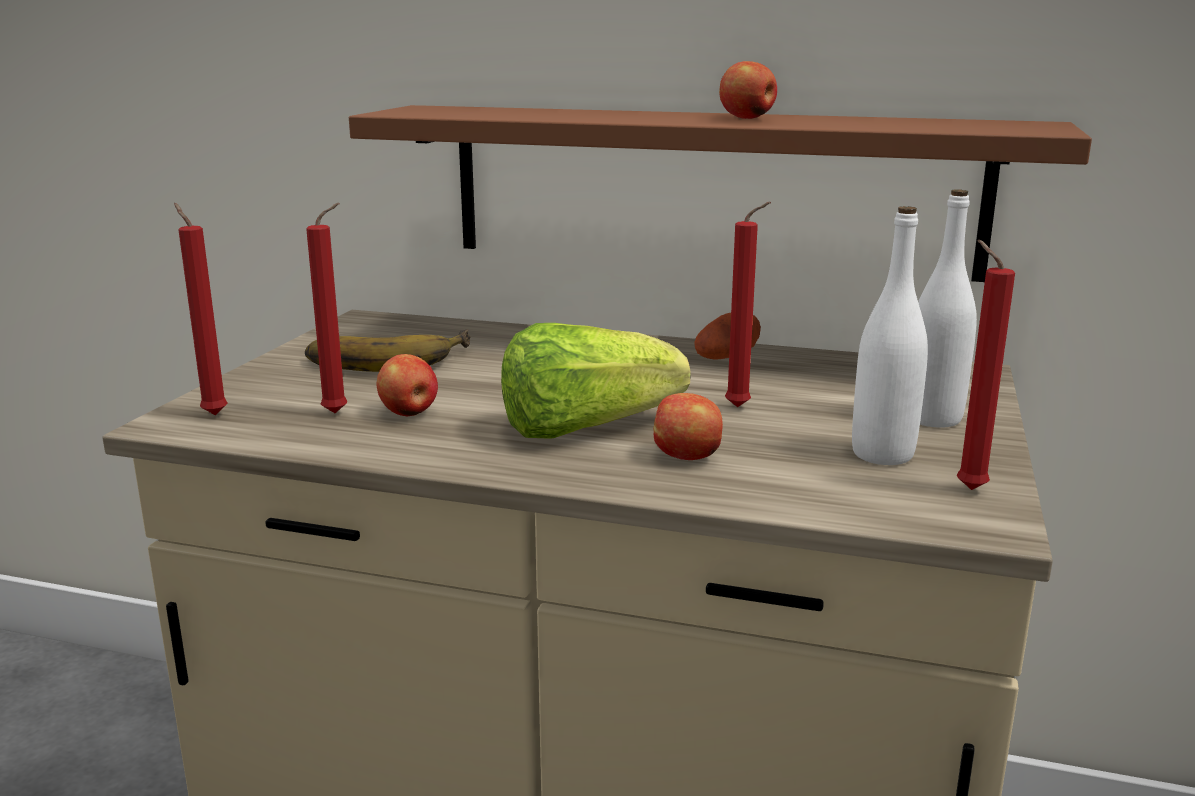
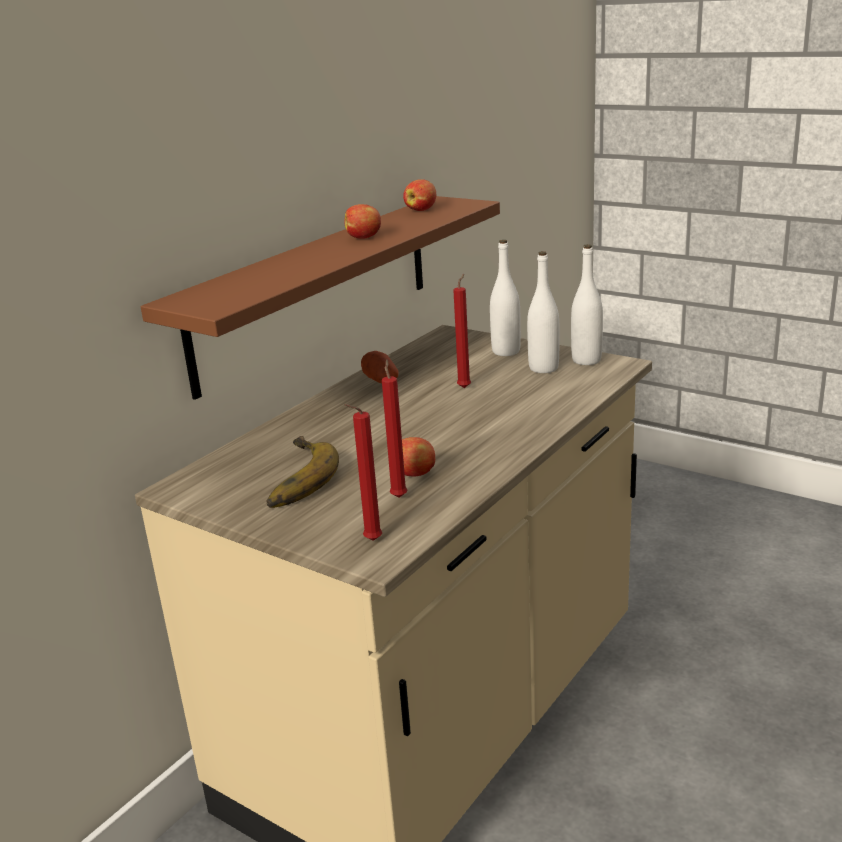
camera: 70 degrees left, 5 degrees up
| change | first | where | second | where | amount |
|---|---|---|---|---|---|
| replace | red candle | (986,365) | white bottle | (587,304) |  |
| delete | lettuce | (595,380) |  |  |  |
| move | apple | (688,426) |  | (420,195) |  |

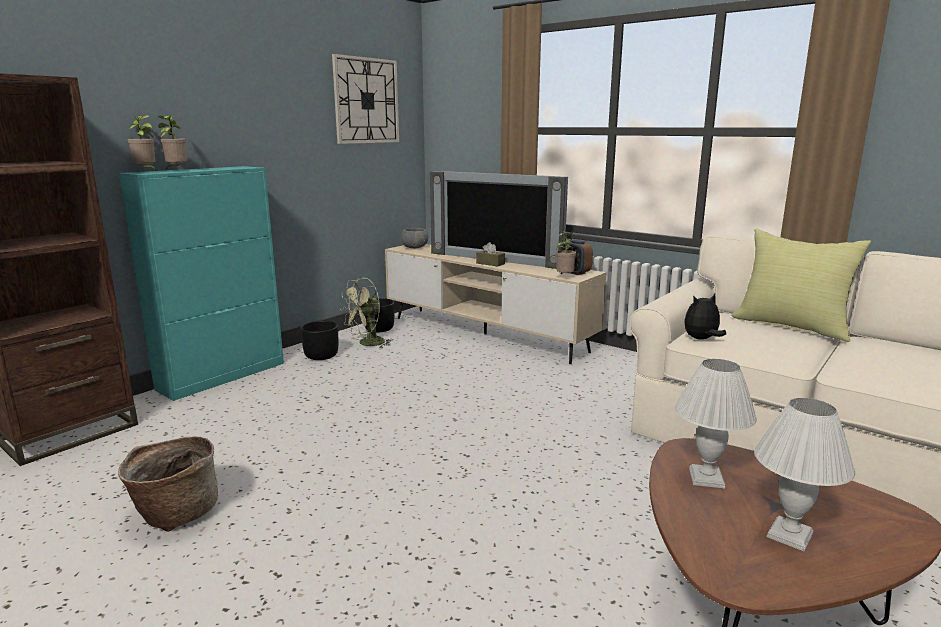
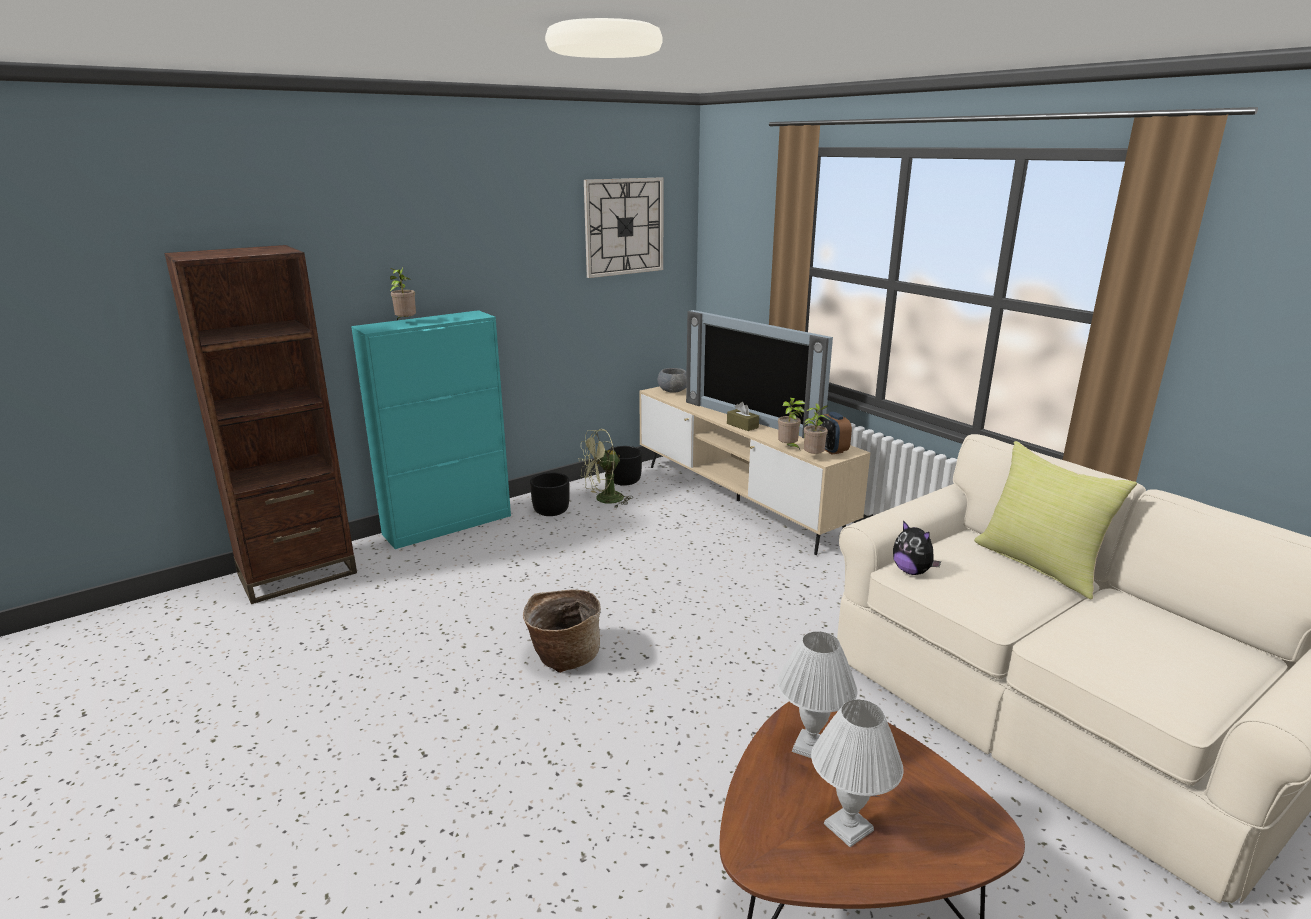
camera: 15 degrees right, 5 degrees up
| change | first | where | second | where | amount |
|---|---|---|---|---|---|
| move | potted plant | (142,142) |  | (791,423) |  |
| rotate | plush toy | (705,317) |  | (917,547) | 120 degrees counterclockwise |
| move | basket | (168,484) |  | (562,631) |  |

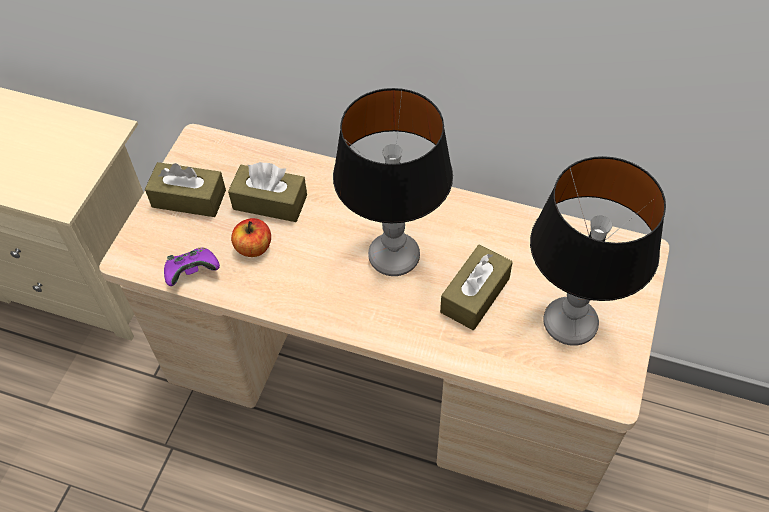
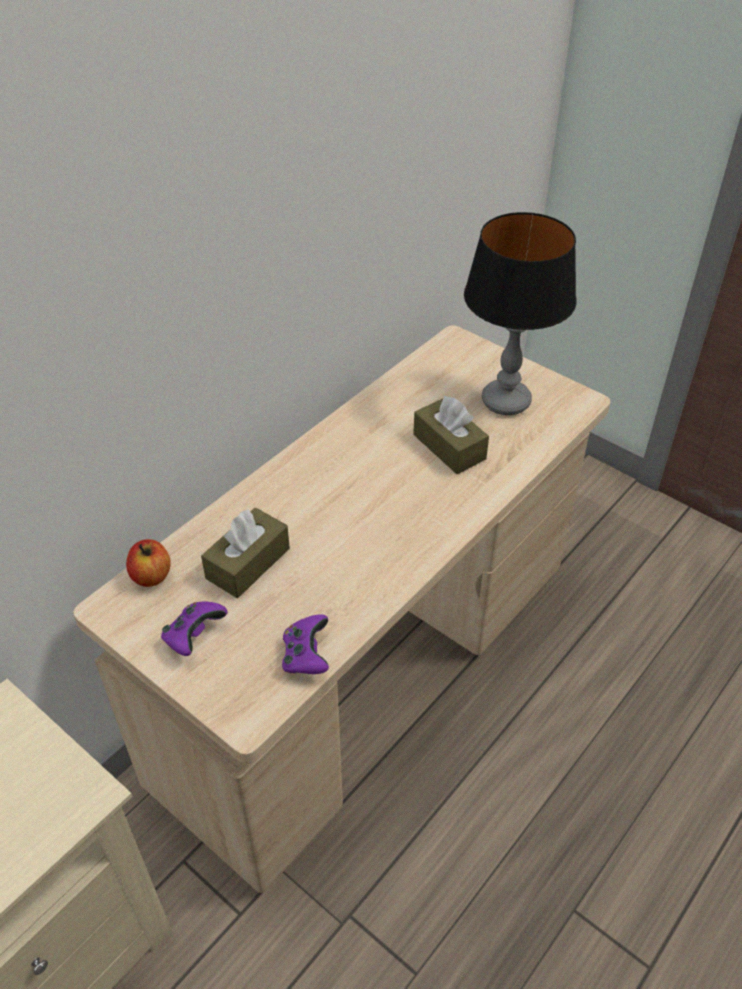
camera: 70 degrees left, 10 degrees down
| change | first | where | second | where | amount |
|---|---|---|---|---|---|
| delete | table lamp | (393,182) |  |  |  |
| replace | brown tissue box | (185,189) | purple game controller | (194,629) |  |
| move | apple | (251,237) |  | (148,563) |  |

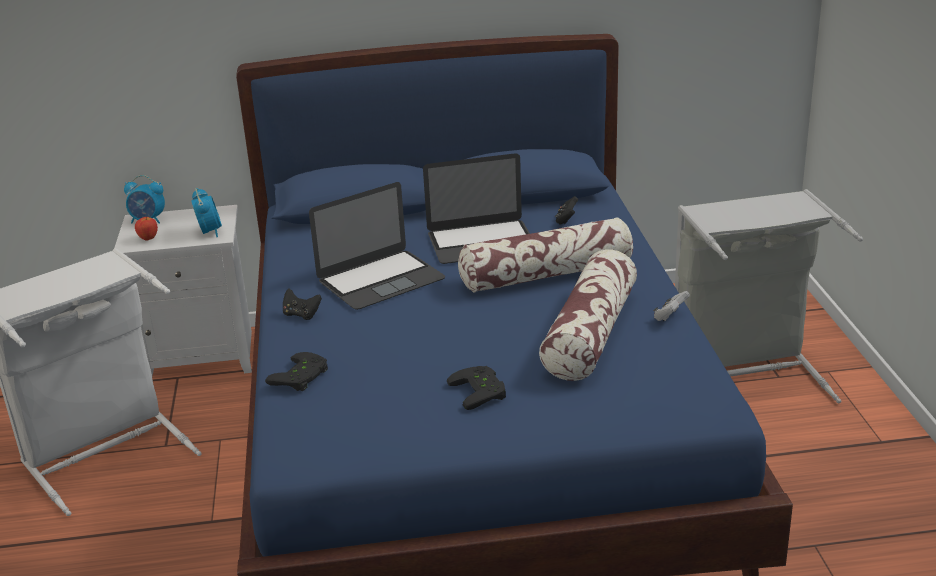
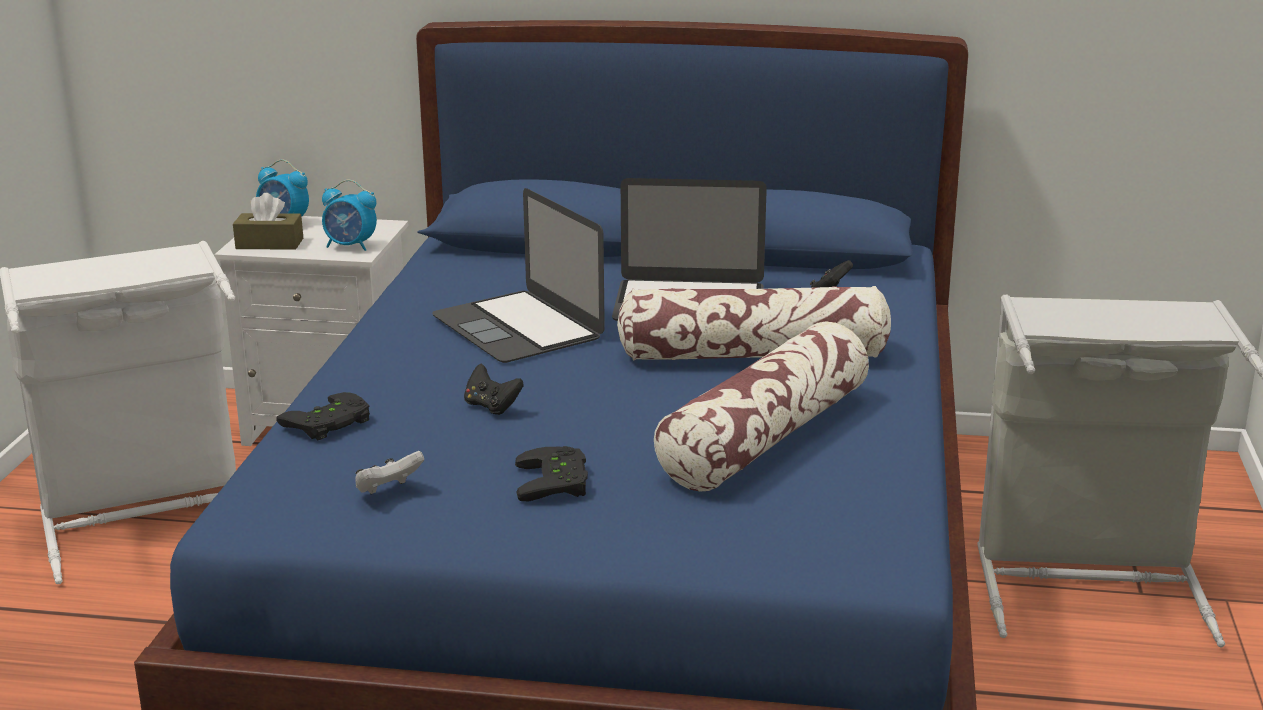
camera: 15 degrees right, 5 degrees down
| change | first | where | second | where | amount |
|---|---|---|---|---|---|
| rotate | laptop | (377,246) |  | (518,275) | 75 degrees clockwise |
| rotate | alarm clock | (206,212) |  | (349,215) | 105 degrees clockwise |
| replace | apple | (146,229) | brown tissue box | (268,221) |  |
| move | black game controller | (302,304) |  | (494,389) |  |
| move | white game controller | (672,306) |  | (389,472) |  |

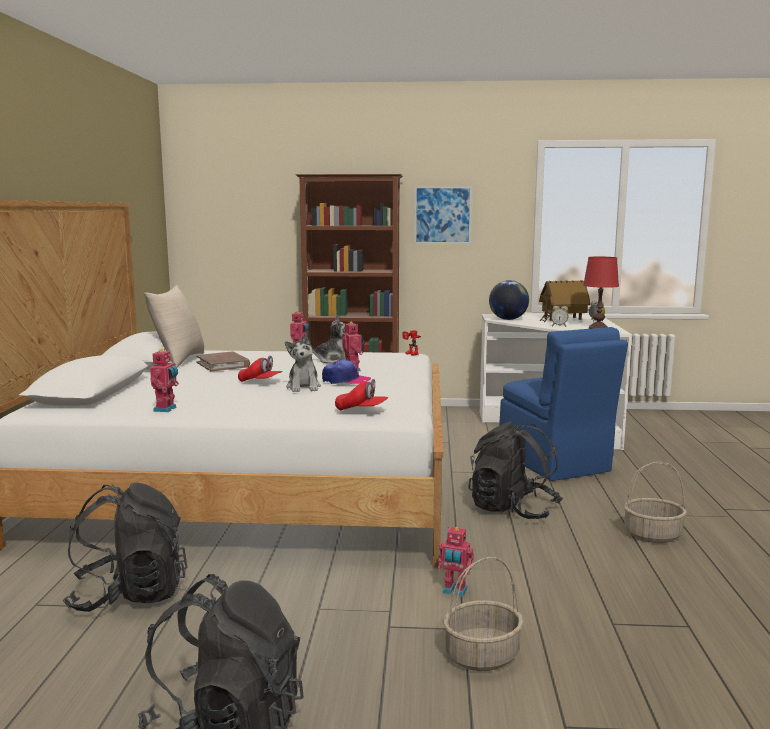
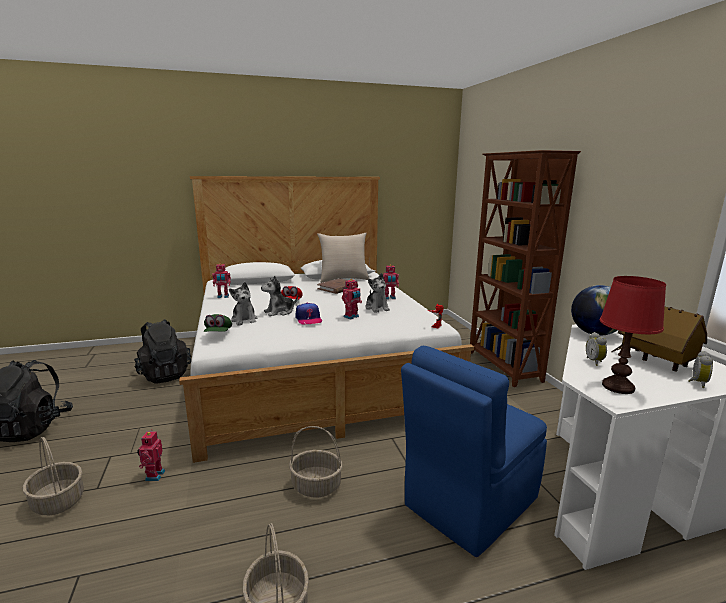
camera: 70 degrees right, 5 degrees up
| change | first | where | second | where | amount |
|---|---|---|---|---|---|
| delete | picture | (443,215) |  |  |  |
| recolor | red cap | (361,394) | green cap | (218,323) |  |
| replace | black backpack | (515,470) | basket | (316,462) |  |
| insert |  |  | plush toy | (243,304) |  |

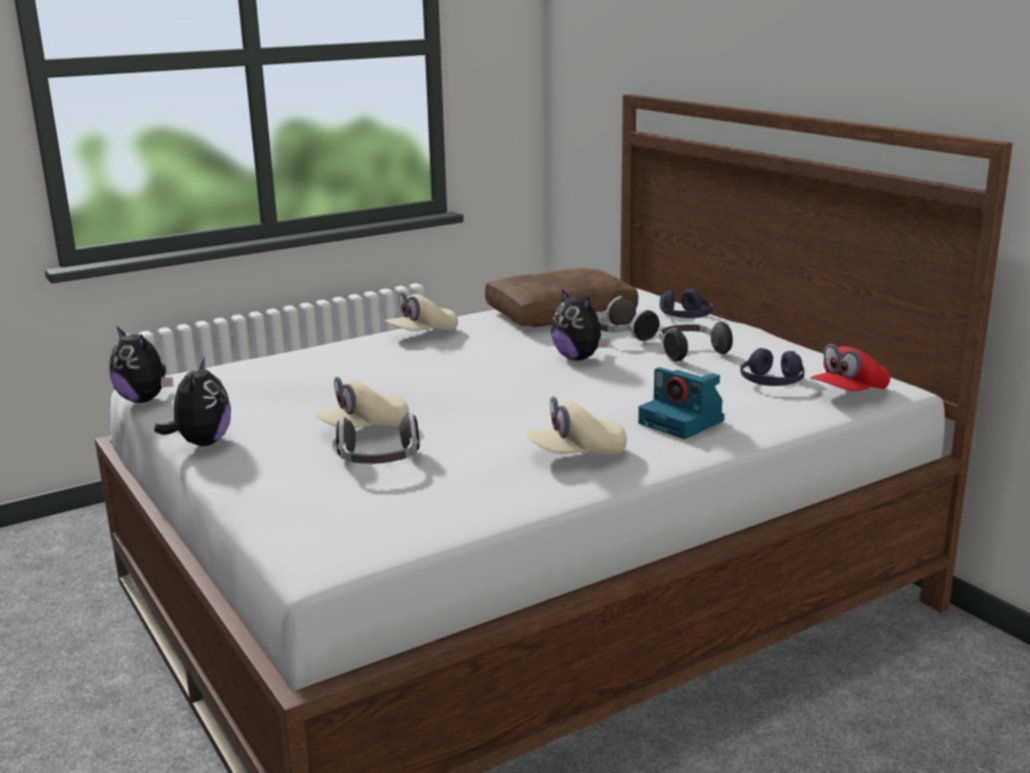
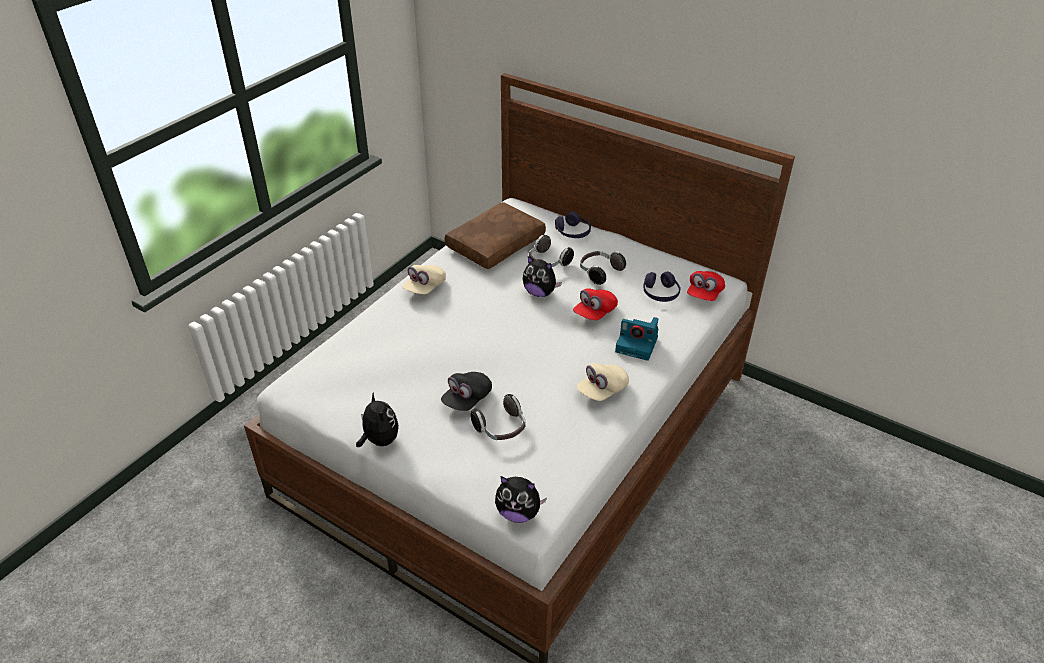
camera: 25 degrees left, 20 degrees up
| change | first | where | second | where | amount |
|---|---|---|---|---|---|
| move | plush toy | (141,365) |  | (521,499) |  |
| recolor | beige cap | (361,402) | black cap | (466,391) |  |
| insert |  |  | red cap | (595,304) |  |

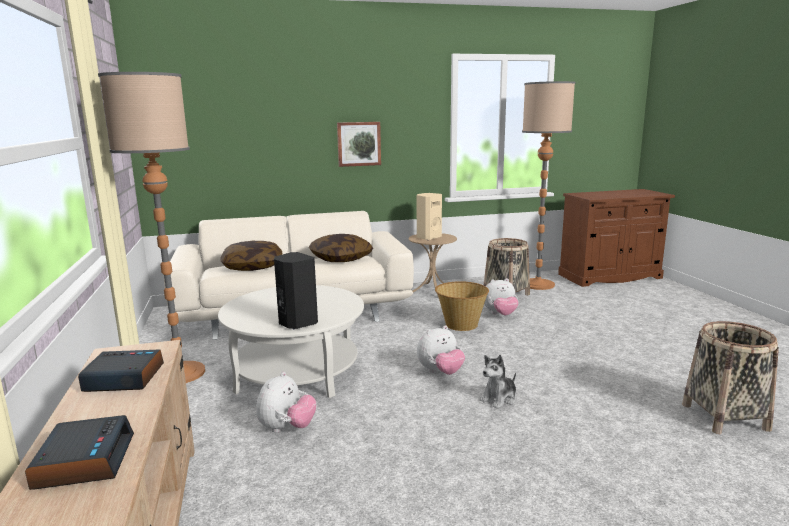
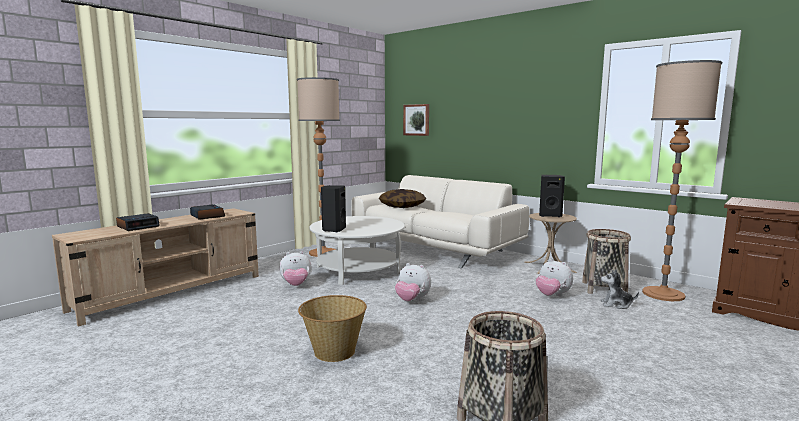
camera: 55 degrees right, 5 degrees down
| change | first | where | second | where | amount |
|---|---|---|---|---|---|
| move | picture | (359,144) |  | (416,120) |  |
| recolor | beige speaker | (429,216) | black speaker | (552,196) |  |
| delete | pillow | (341,248) |  |  |  |
| move | basket | (462,306) |  | (332,328) |  |
| move | plush toy | (498,382) |  | (620,289) |  |

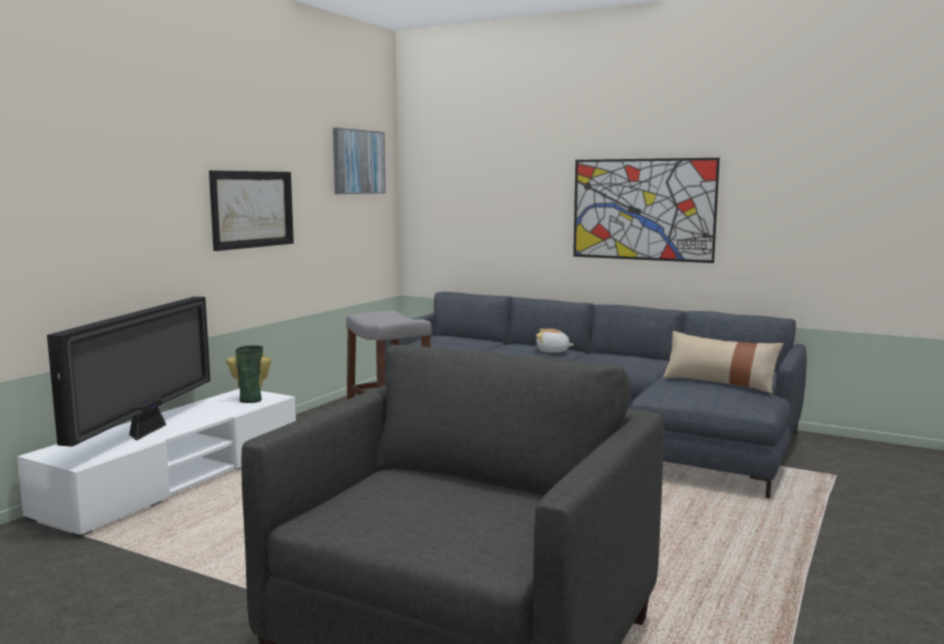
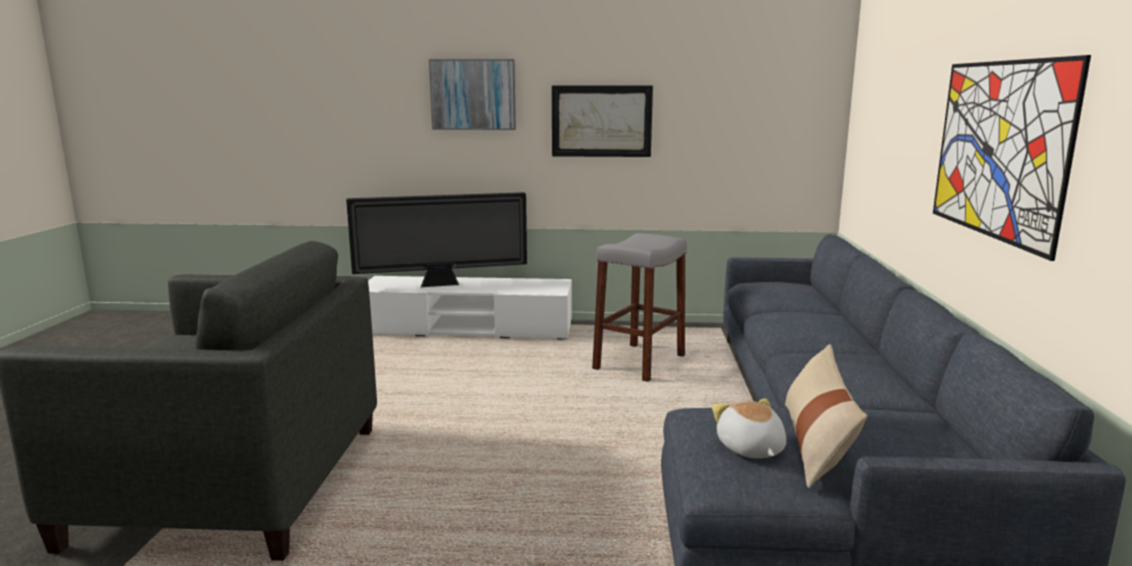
camera: 65 degrees right, 5 degrees up
| change | first | where | second | where | amount |
|---|---|---|---|---|---|
| move | picture | (359,161) |  | (472,94) |  |
| move | plush toy | (555,340) |  | (749,428) |  |
| delete | vase | (248,374) |  |  |  |

